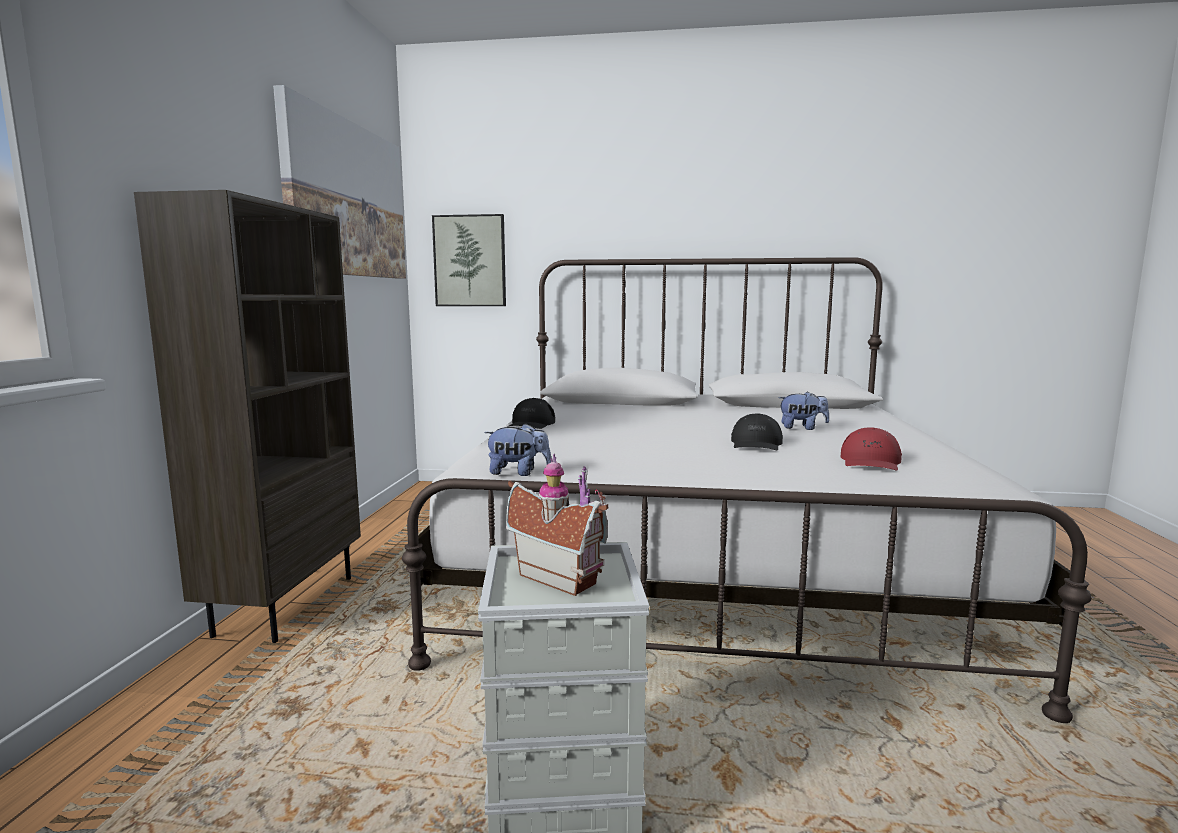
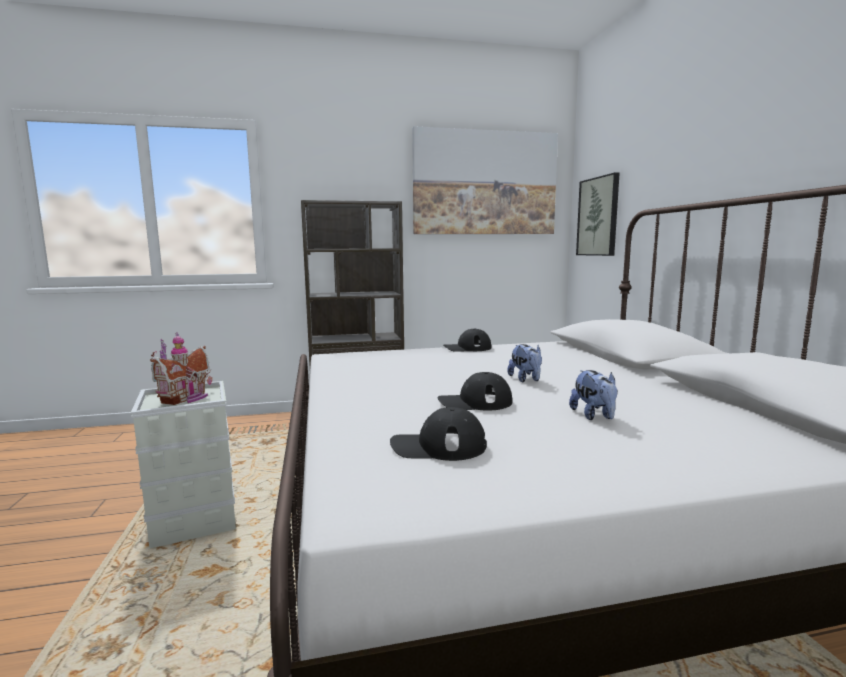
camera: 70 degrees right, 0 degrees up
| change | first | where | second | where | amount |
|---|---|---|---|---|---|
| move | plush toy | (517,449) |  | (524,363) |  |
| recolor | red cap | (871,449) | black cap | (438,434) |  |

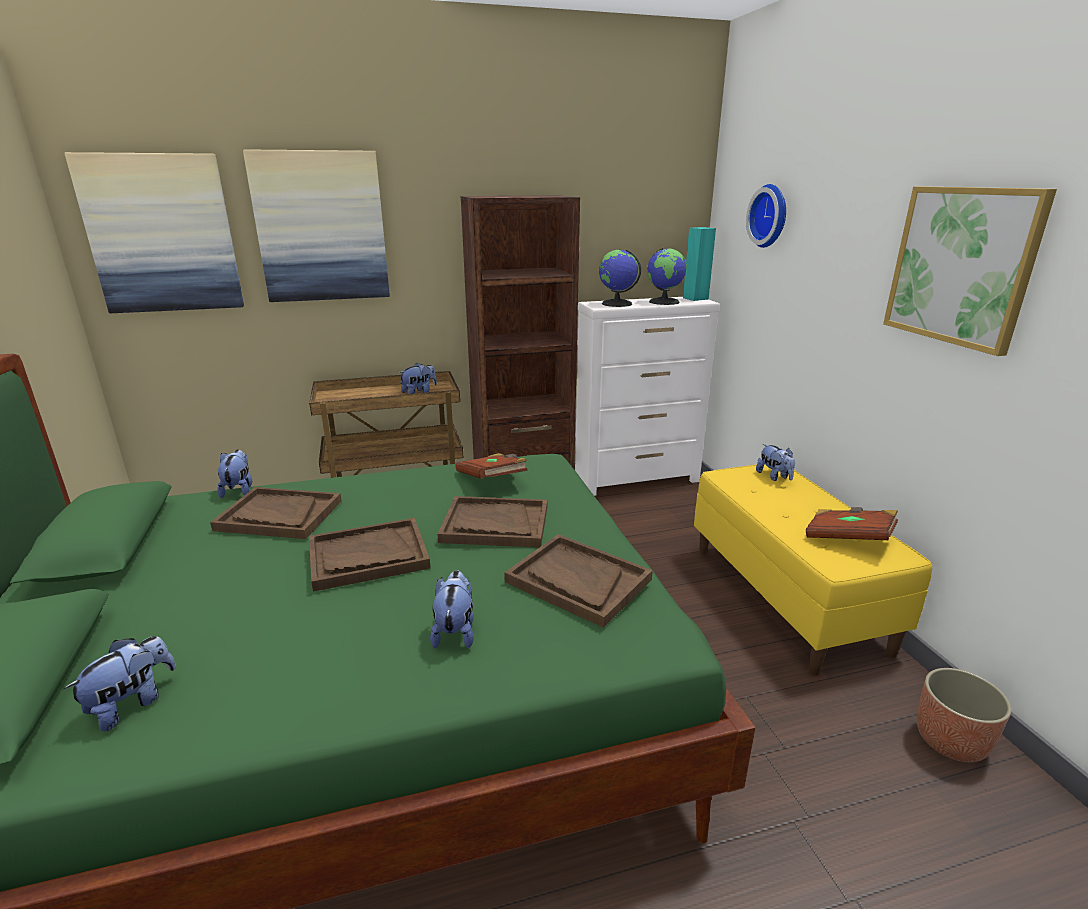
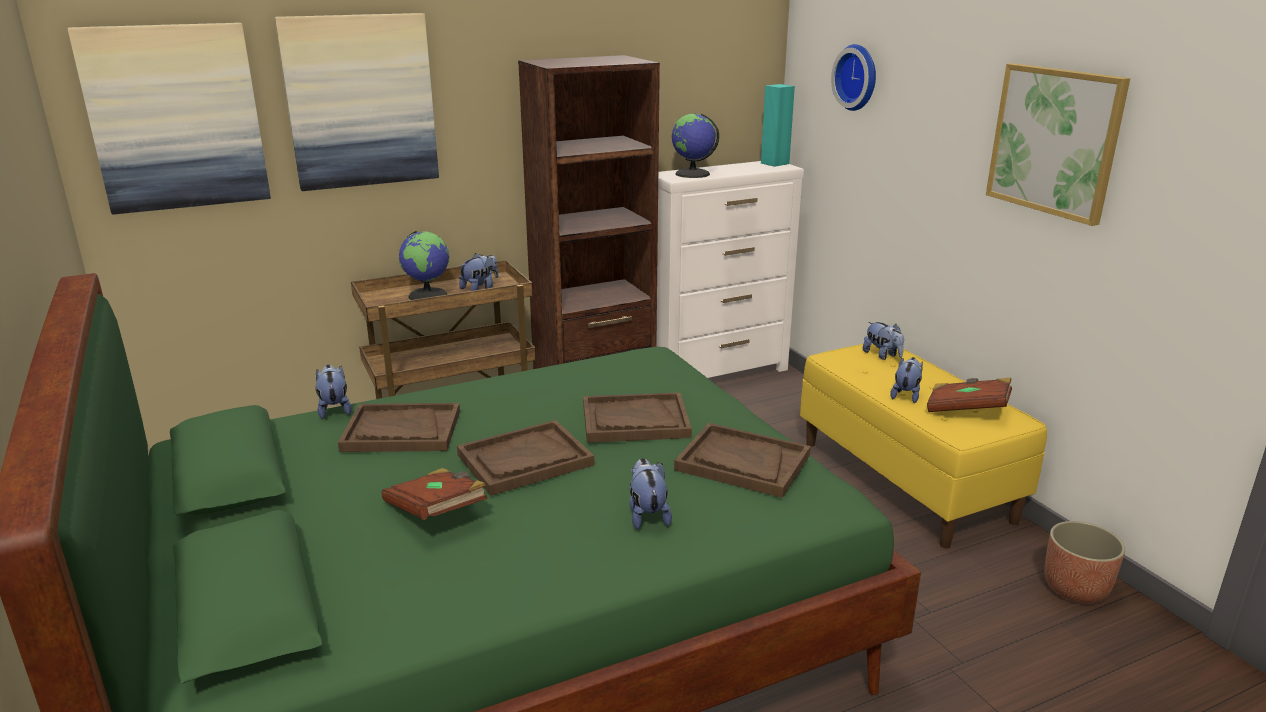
camera: 10 degrees left, 0 degrees up
| change | first | where | second | where | amount |
|---|---|---|---|---|---|
| move | globe | (667,276) |  | (424,265) |  |
| move | brown book | (491,466) |  | (434,494) |  |
| move | plush toy | (120,683) |  | (906,380) |  |

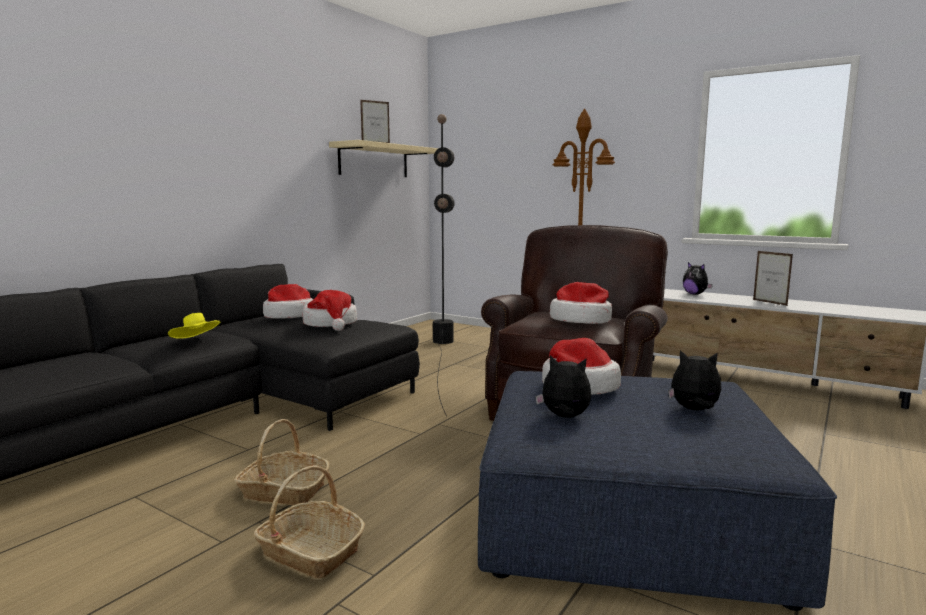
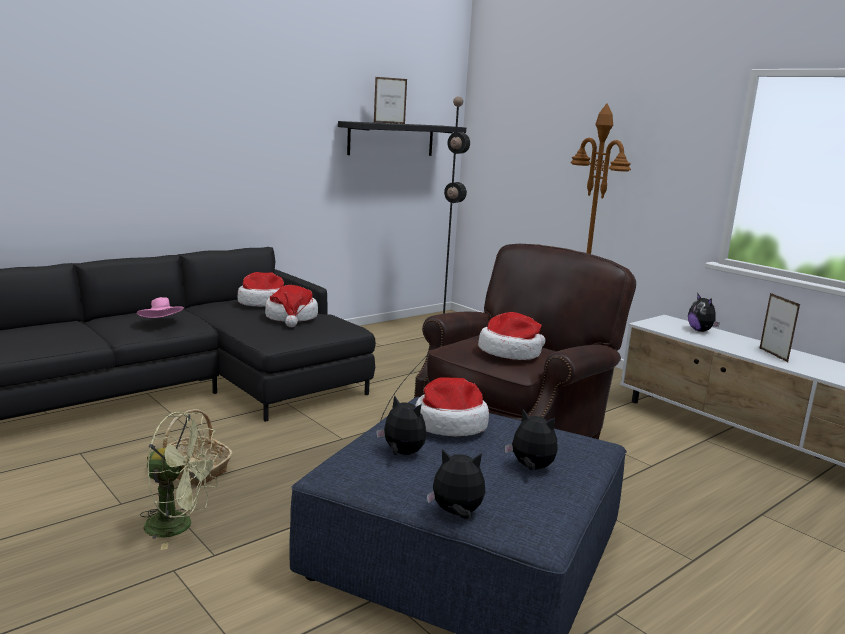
camera: 15 degrees right, 5 degrees up
| change | first | where | second | where | amount |
|---|---|---|---|---|---|
| recolor | beige shelf | (384,158) | black shelf | (402,138) |  |
| recolor | yellow hat | (194,326) | pink hat | (160,307) |  |
| replace | basket | (310,522) | green fan | (180,481) |  |
| insert |  |  | plush toy | (456,484) |  |

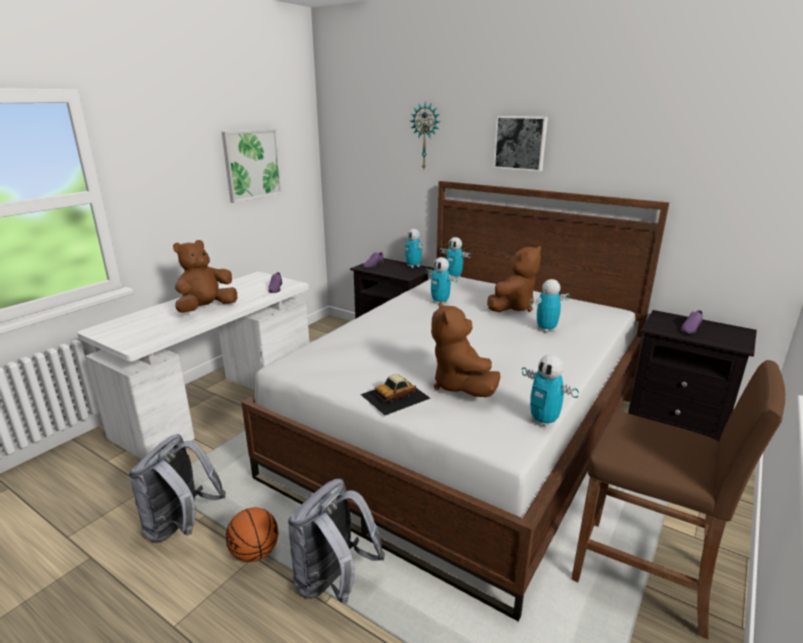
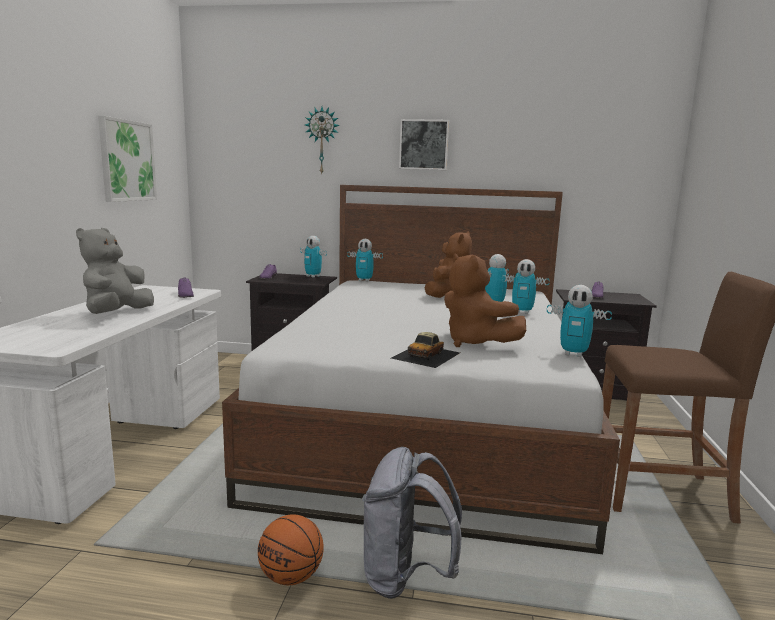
camera: 25 degrees left, 10 degrees down
| change | first | where | second | where | amount |
|---|---|---|---|---|---|
| recolor | brown plush toy | (205,276) | grey plush toy | (115,271) |  |
| move | toy robot | (442,280) |  | (526,286) |  |
| delete | grey backpack | (177,488) |  |  |  |

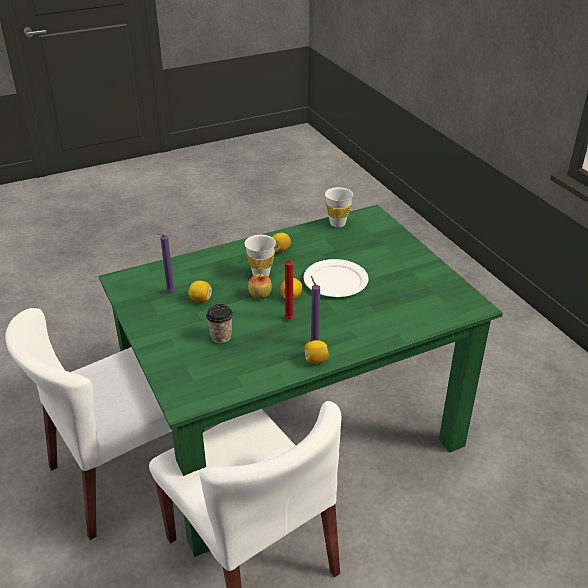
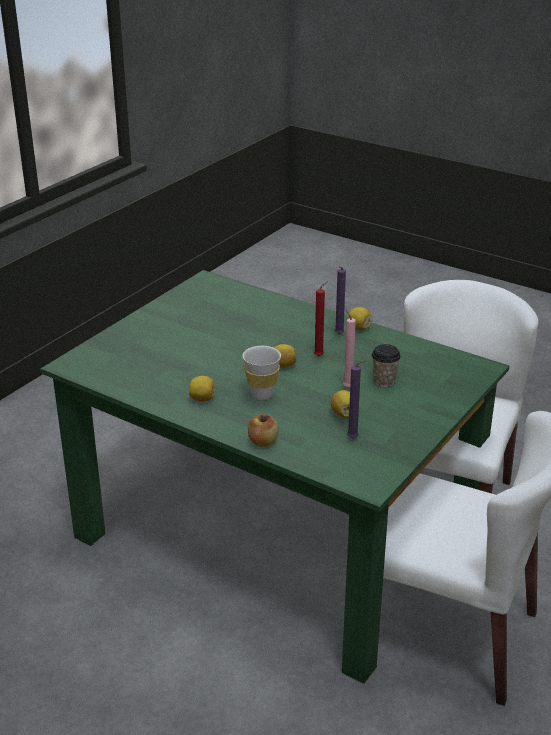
camera: 120 degrees left, 5 degrees down
| change | first | where | second | where | amount |
|---|---|---|---|---|---|
| delete | white cup | (339,207) |  |  |  |
| delete | white plate | (336,278) |  |  |  |
| move | apple | (260,286) |  | (263,430) |  |
| insert |  |  | pink candle | (349,348) |  |

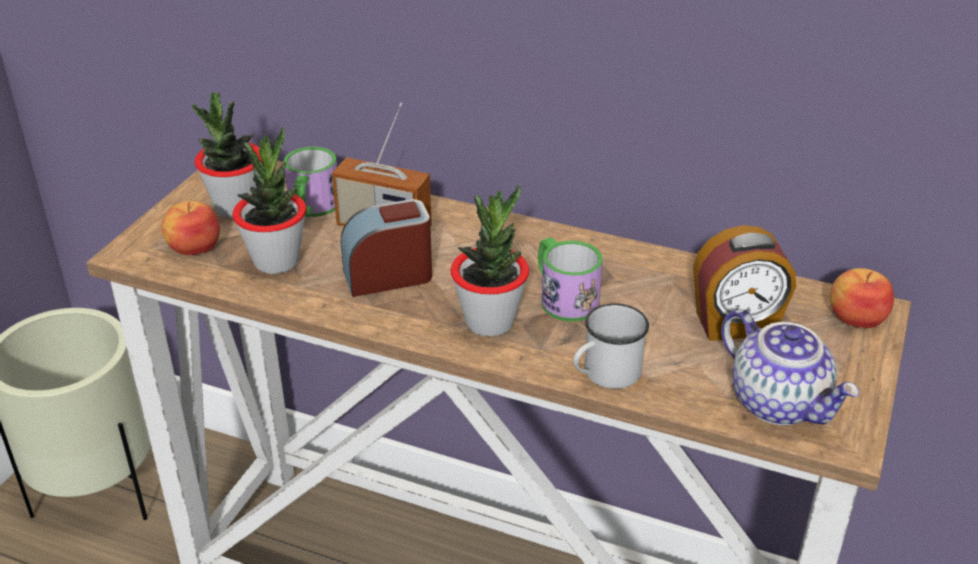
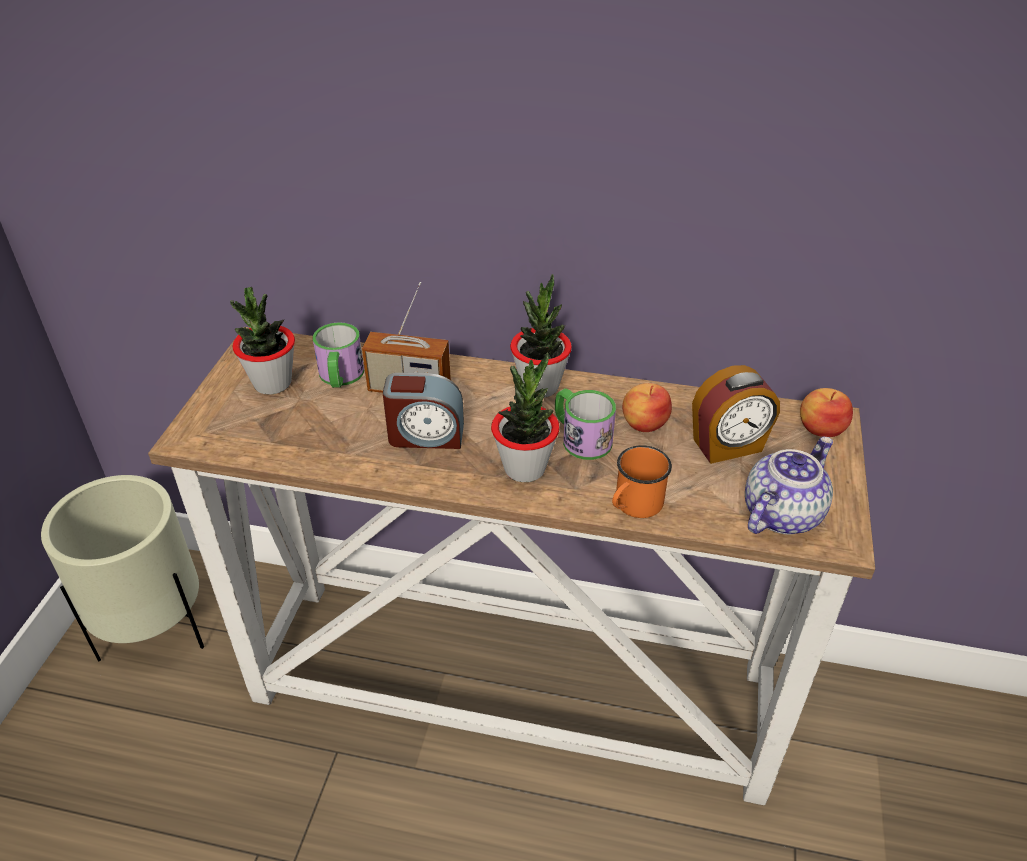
camera: 10 degrees left, 5 degrees up
| change | first | where | second | where | amount |
|---|---|---|---|---|---|
| move | potted plant | (269,200) |  | (541,336) |  |
| rotate | alarm clock | (386,248) |  | (423,411) | 150 degrees counterclockwise |
| move | apple | (190,228) |  | (647,407) |  |
| recolor | white mug | (611,346) | orange mug | (642,481) |  |
| rotate | teapot | (790,367) |  | (789,485) | 90 degrees counterclockwise |

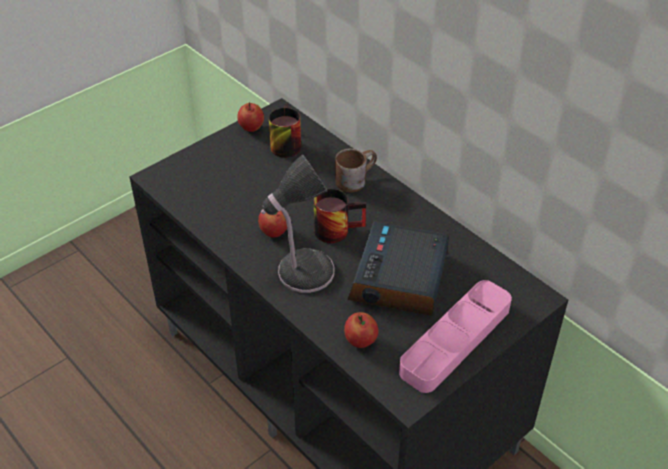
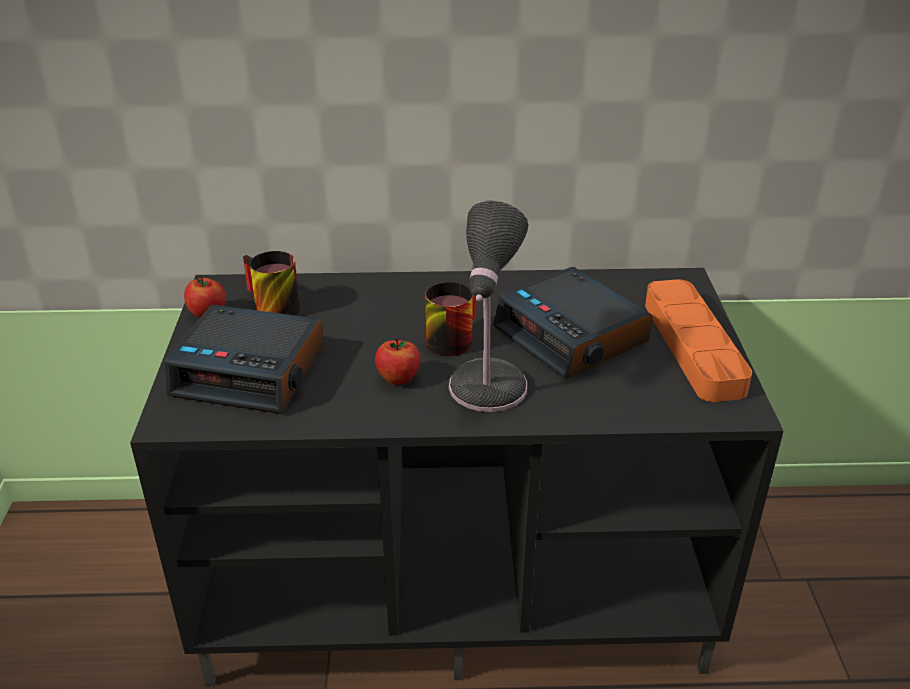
camera: 50 degrees left, 10 degrees down
| change | first | where | second | where | amount |
|---|---|---|---|---|---|
| delete | brown mug | (356,170) |  |  |  |
| recolor | pink tray | (455,336) | orange tray | (698,340) |  |
| delete | apple | (361,330) |  |  |  |
| insert |  |  | alarm clock | (244,359) |  |

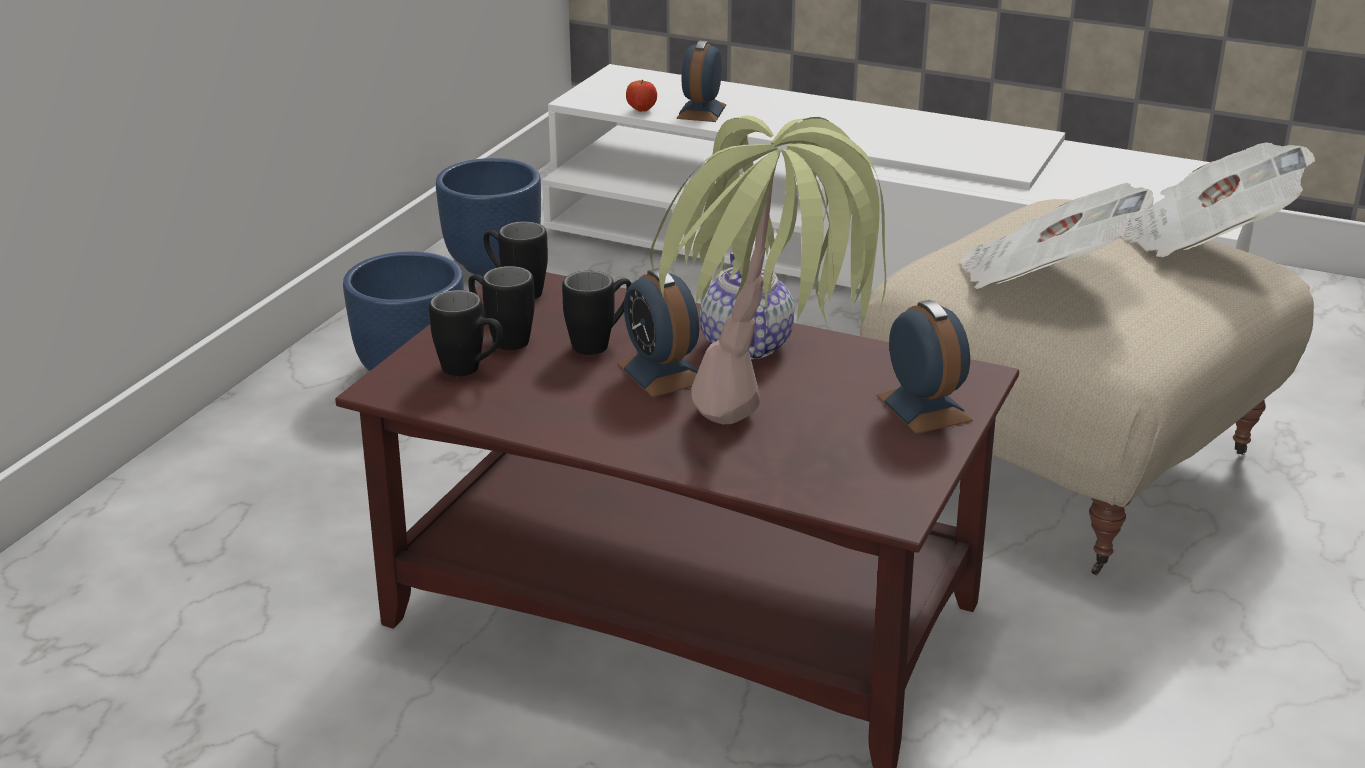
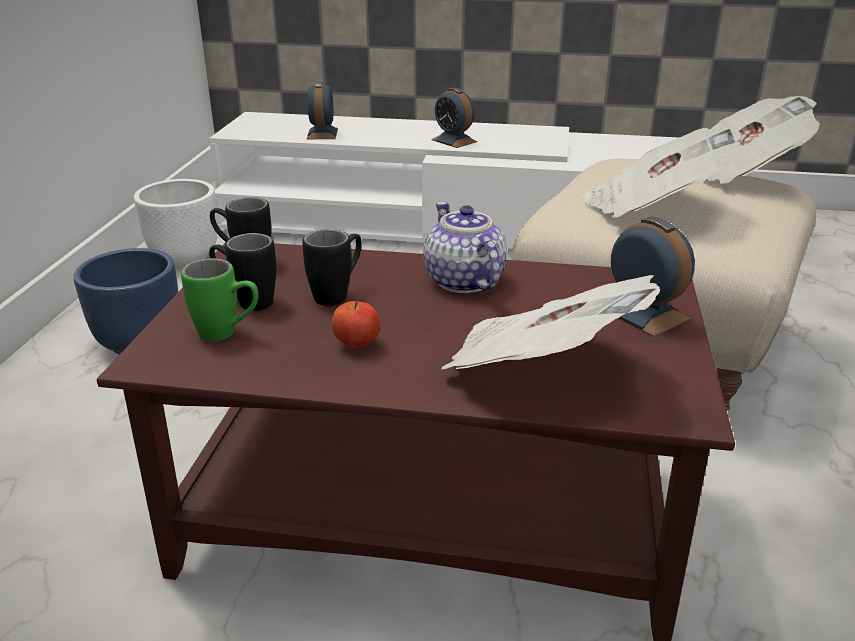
camera: 15 degrees left, 0 degrees up
| change | first | where | second | where | amount |
|---|---|---|---|---|---|
| move | apple | (641,95) |  | (356,324) |  |
| replace | potted plant | (768,269) | newspaper | (550,322) |  |
| recolor | blue planter | (488,217) | white planter | (176,222) |  |
| move | alarm clock | (658,333) |  | (454,118) |  |
| recolor | black mug | (466,333) | green mug | (220,299) |  |

